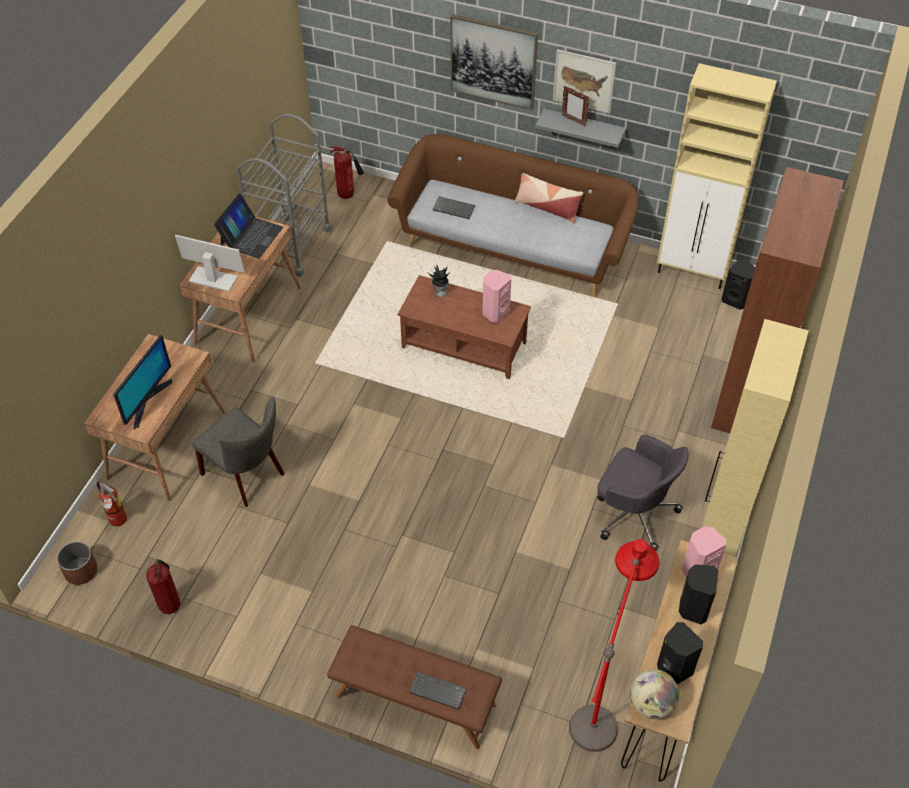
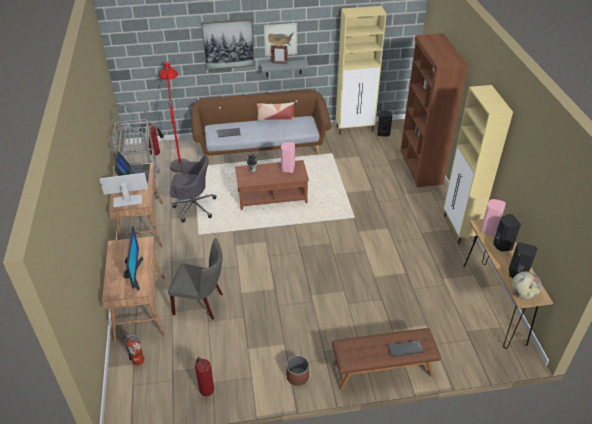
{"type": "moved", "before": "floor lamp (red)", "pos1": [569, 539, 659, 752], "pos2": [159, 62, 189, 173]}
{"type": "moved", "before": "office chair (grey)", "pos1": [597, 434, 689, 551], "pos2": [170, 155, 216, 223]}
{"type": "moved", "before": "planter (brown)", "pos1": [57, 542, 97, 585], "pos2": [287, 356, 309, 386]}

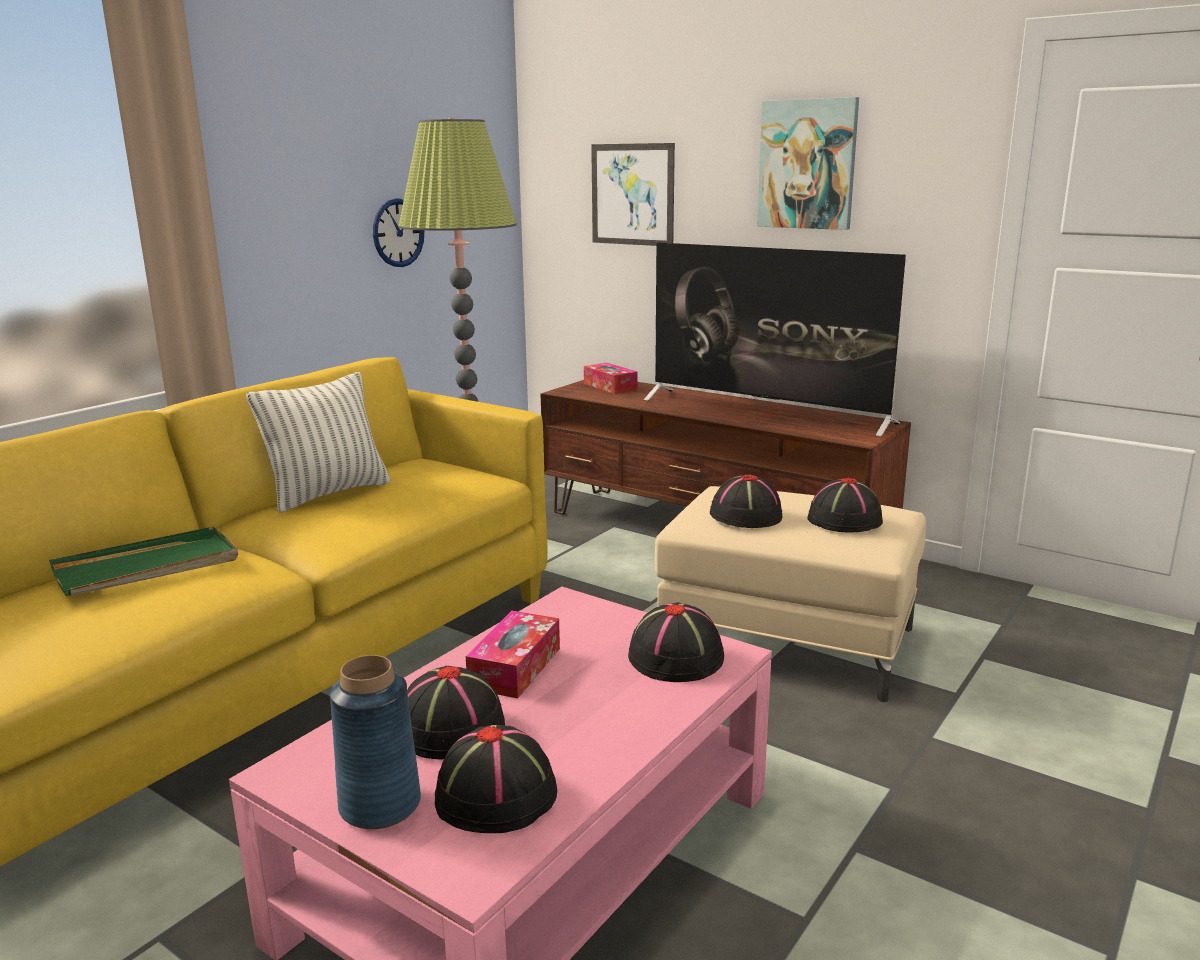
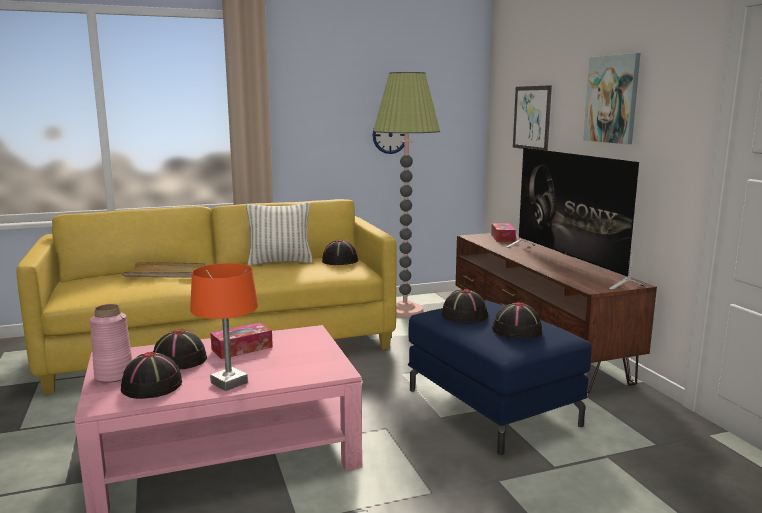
{"type": "recoloured", "before": "vase (blue)", "after": "vase (pink)", "pos1": [330, 655, 421, 829], "pos2": [90, 304, 133, 383]}
{"type": "recoloured", "before": "tray (green)", "after": "tray (beige)", "pos1": [49, 527, 238, 597], "pos2": [122, 262, 205, 278]}
{"type": "added", "after": "table lamp (orange)", "pos2": [190, 263, 258, 391]}
{"type": "moved", "before": "hat (black)", "pos1": [628, 602, 724, 682], "pos2": [322, 239, 358, 265]}
{"type": "recoloured", "before": "ottoman (beige)", "after": "ottoman (blue)", "pos1": [655, 486, 926, 702], "pos2": [408, 301, 592, 455]}

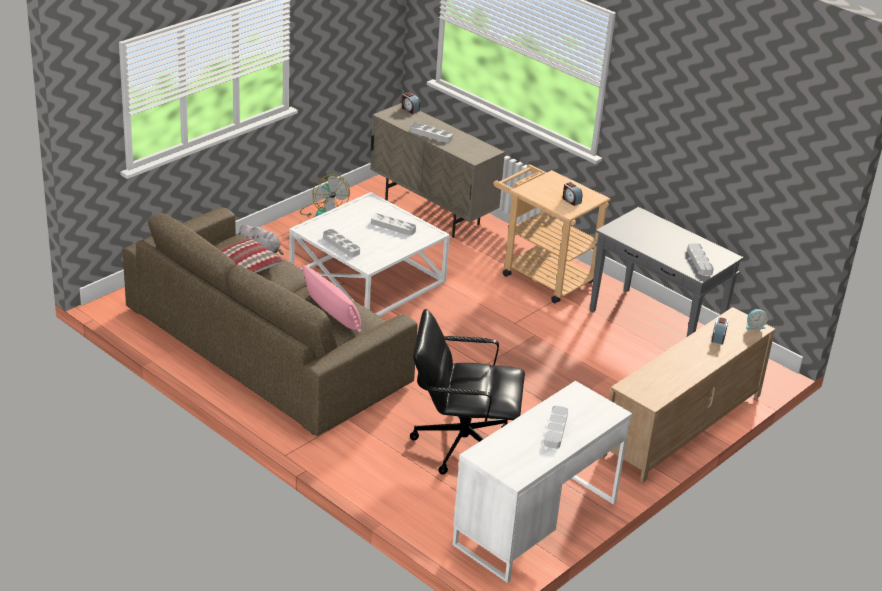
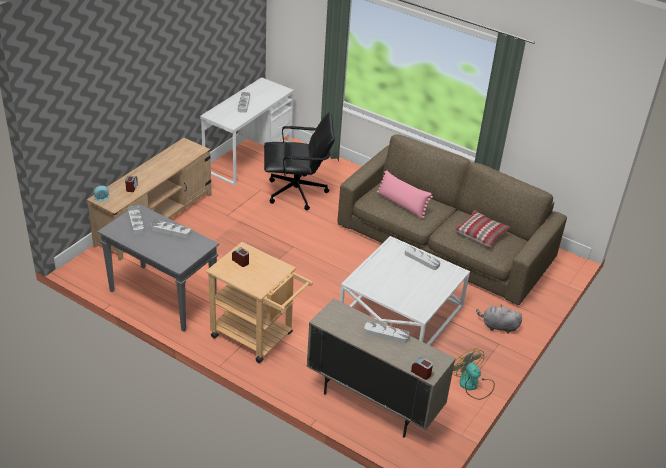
{"type": "moved", "before": "tray (grey)", "pos1": [371, 213, 416, 236], "pos2": [151, 220, 191, 238]}

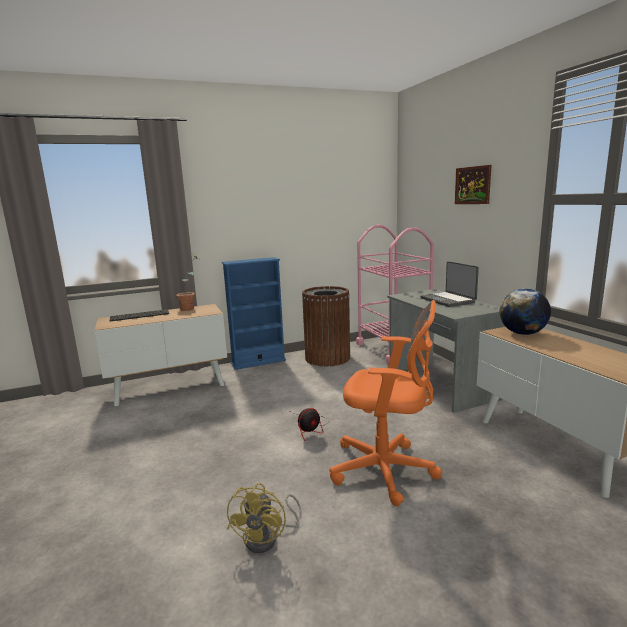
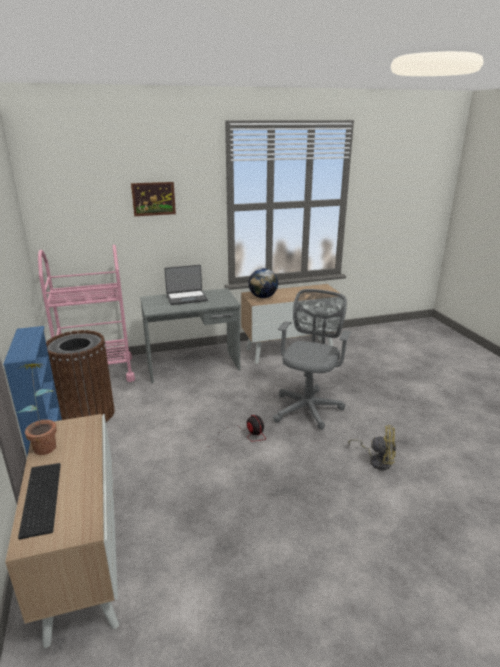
{"type": "recoloured", "before": "office chair (orange)", "after": "office chair (grey)", "pos1": [330, 300, 442, 506], "pos2": [273, 289, 351, 430]}

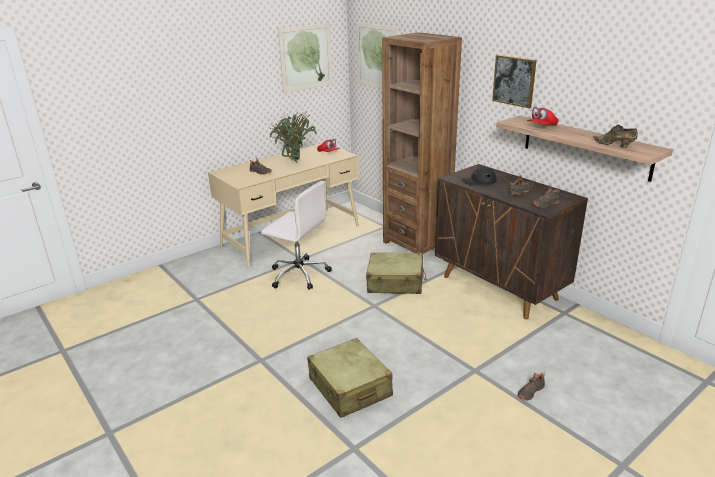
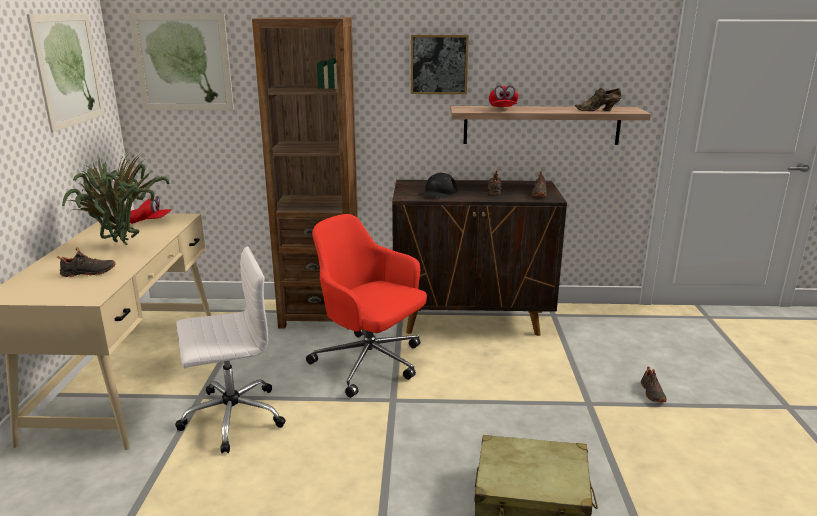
{"type": "replaced", "before": "suitcase (beige)", "after": "office chair (red)", "pos1": [366, 253, 426, 294], "pos2": [306, 214, 427, 398]}

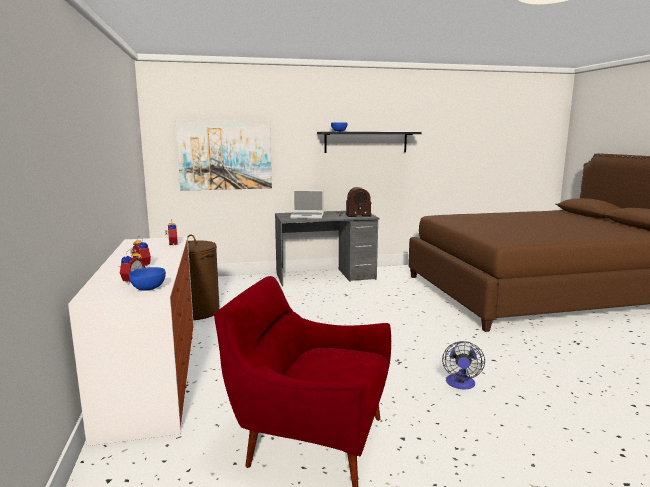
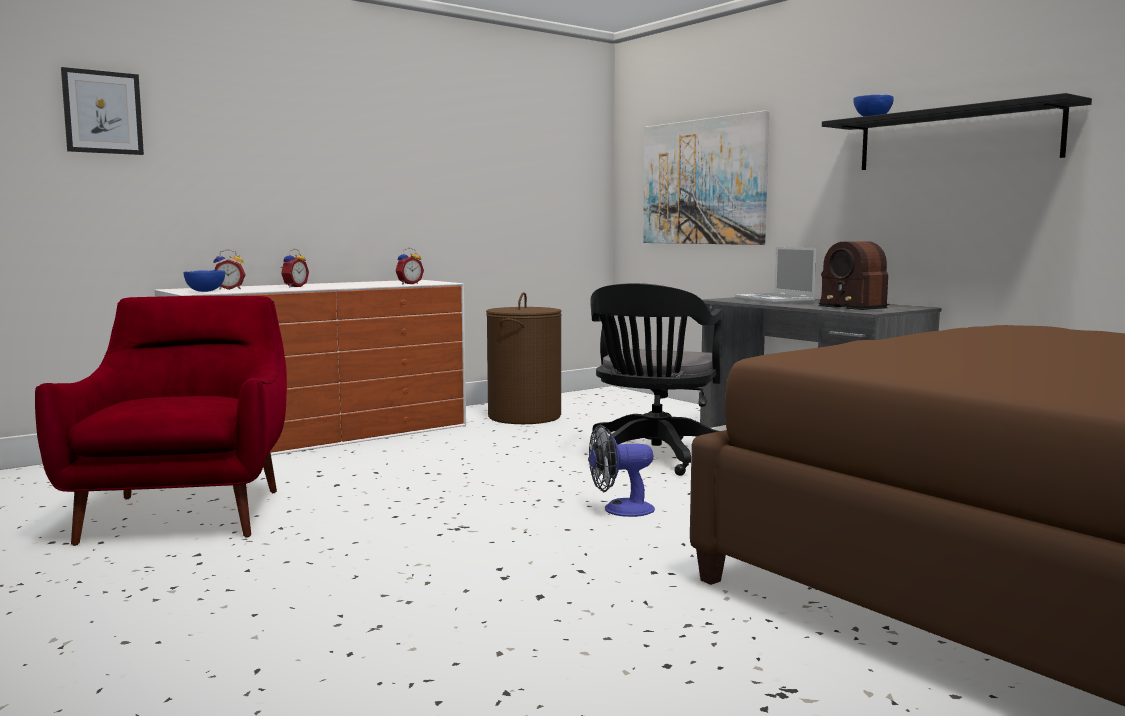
{"type": "added", "after": "picture", "pos2": [61, 67, 144, 155]}
{"type": "added", "after": "office chair (black)", "pos2": [588, 283, 723, 476]}
{"type": "moved", "before": "fan", "pos1": [442, 341, 485, 390], "pos2": [589, 425, 655, 517]}

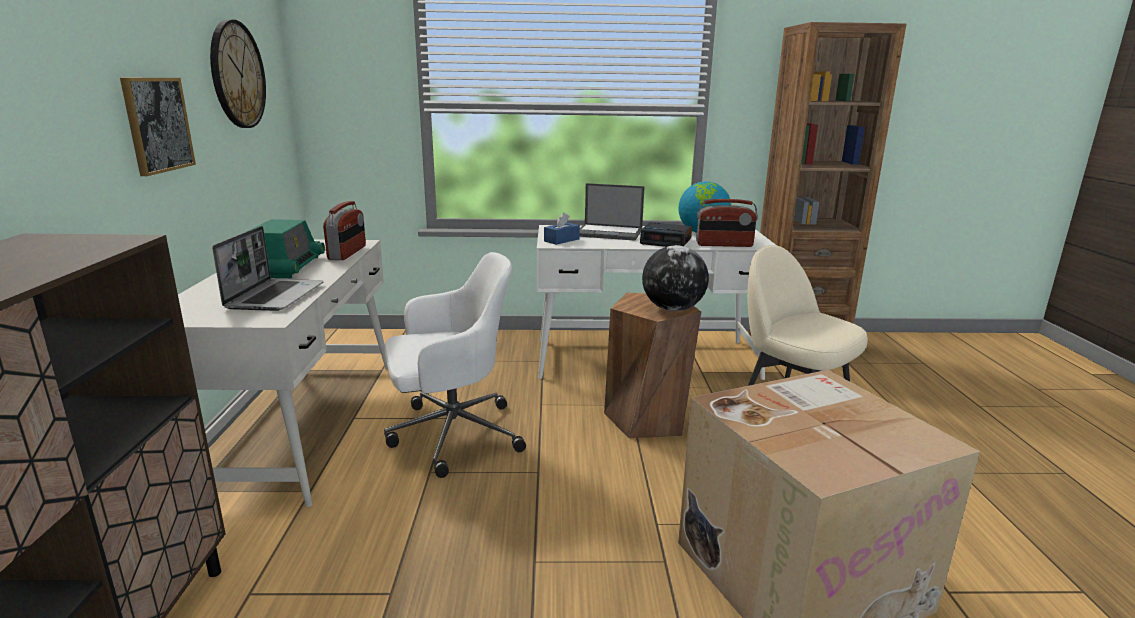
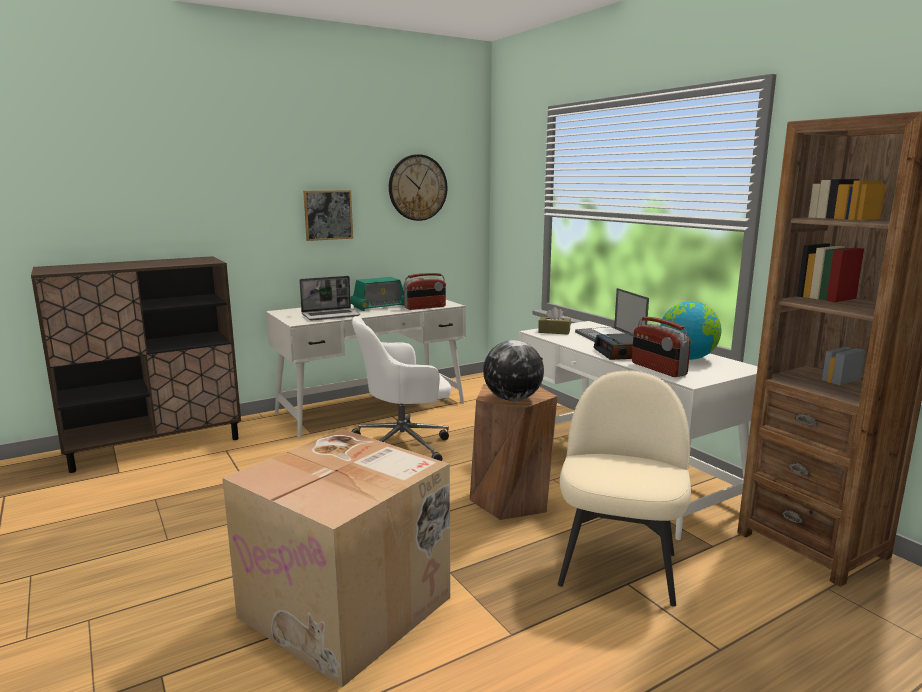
{"type": "turned", "before": "office chair (white)", "pos1": [384, 252, 526, 478], "pos2": [351, 316, 451, 461], "turn": 120}
{"type": "recoloured", "before": "tissue box (blue)", "after": "tissue box (brown)", "pos1": [544, 212, 580, 245], "pos2": [538, 307, 571, 335]}

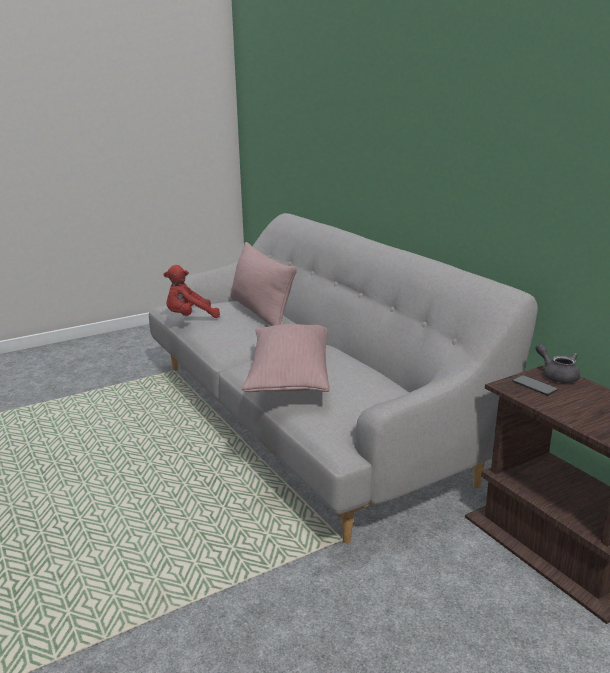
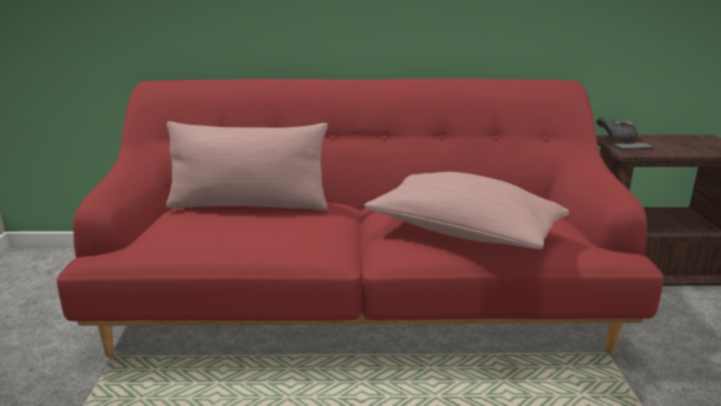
{"type": "recoloured", "before": "sofa (grey)", "after": "sofa (red)", "pos1": [149, 213, 538, 544], "pos2": [57, 78, 664, 357]}
{"type": "removed", "before": "plush toy (red)", "pos1": [164, 265, 220, 318]}

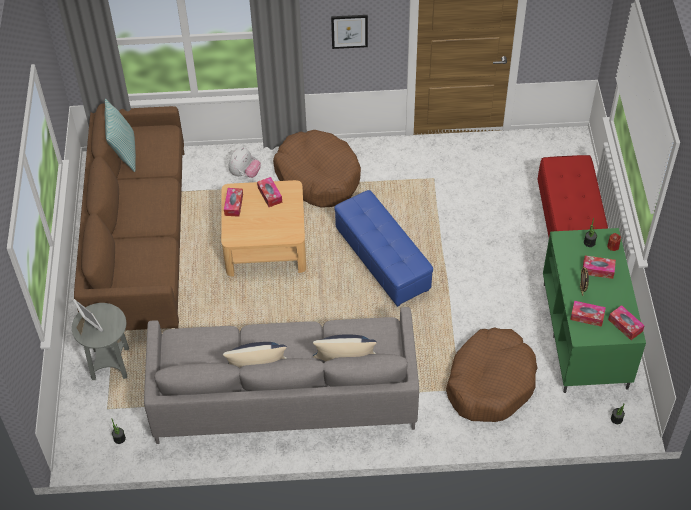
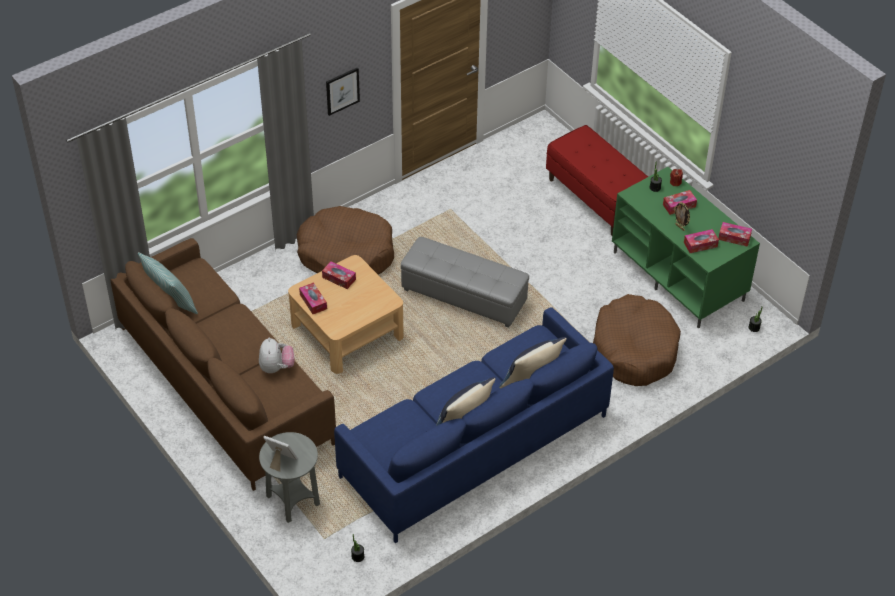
{"type": "moved", "before": "plush toy", "pos1": [228, 147, 261, 178], "pos2": [259, 338, 294, 373]}
{"type": "recoloured", "before": "sofa (grey)", "after": "sofa (blue)", "pos1": [144, 307, 419, 444], "pos2": [334, 307, 614, 543]}
{"type": "recoloured", "before": "ottoman (blue)", "after": "ottoman (grey)", "pos1": [334, 190, 433, 307], "pos2": [401, 237, 529, 328]}

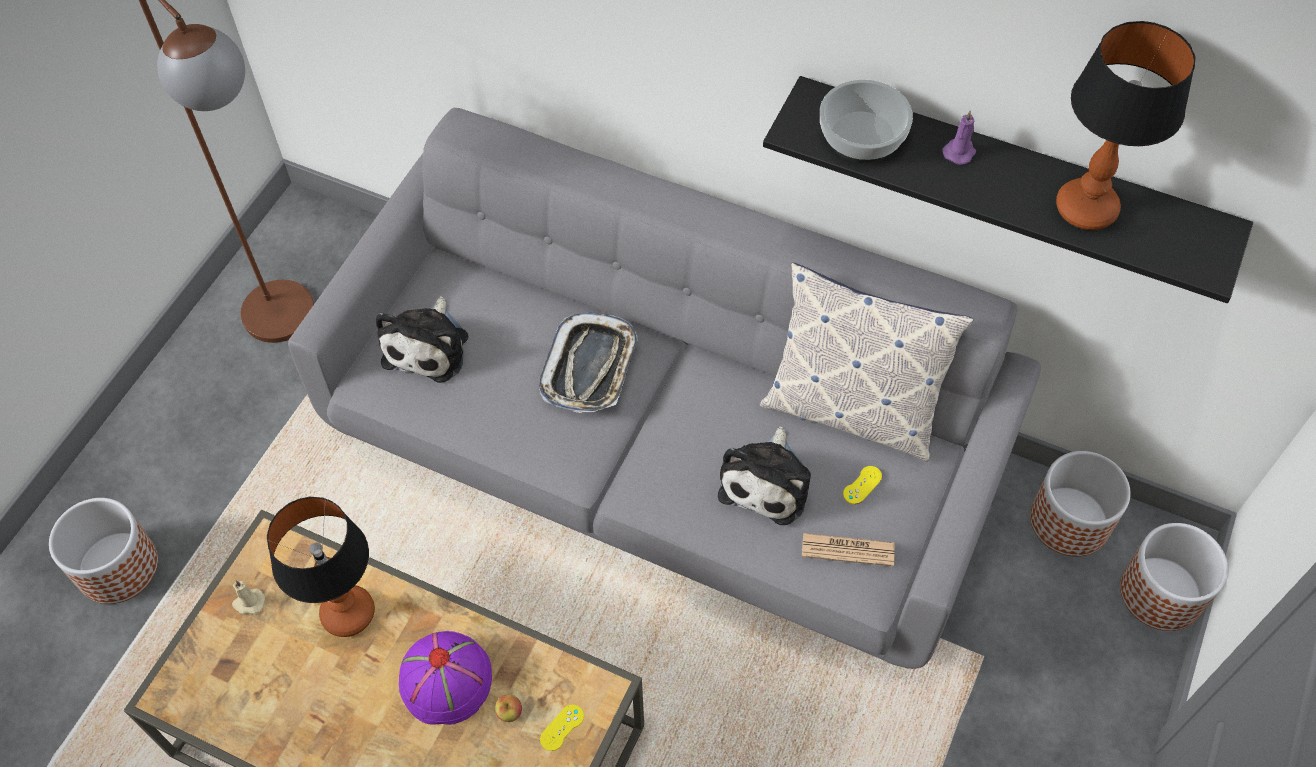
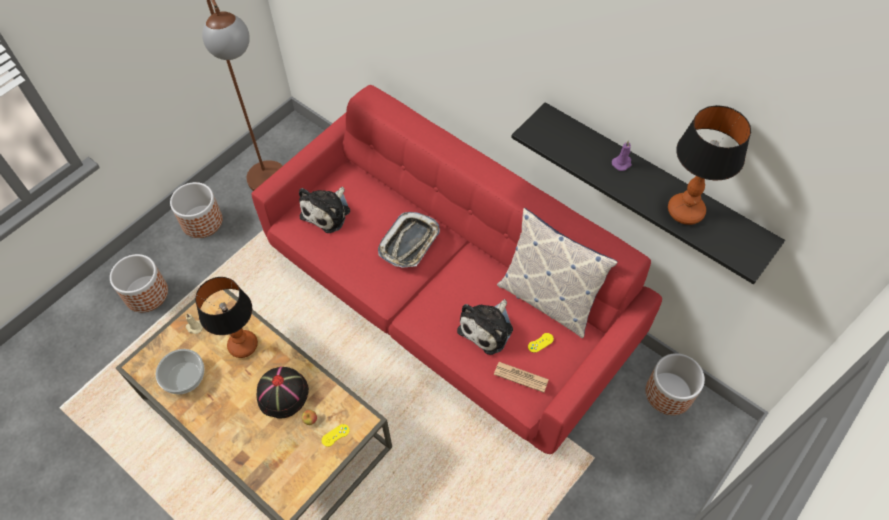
{"type": "moved", "before": "bowl", "pos1": [820, 80, 913, 163], "pos2": [156, 349, 204, 394]}
{"type": "moved", "before": "planter", "pos1": [1120, 523, 1228, 631], "pos2": [170, 182, 223, 238]}
{"type": "recoloured", "before": "sofa (grey)", "after": "sofa (red)", "pos1": [288, 108, 1041, 669], "pos2": [251, 85, 662, 454]}
{"type": "recoloured", "before": "hat (purple)", "after": "hat (black)", "pos1": [399, 631, 492, 725], "pos2": [256, 367, 309, 419]}

